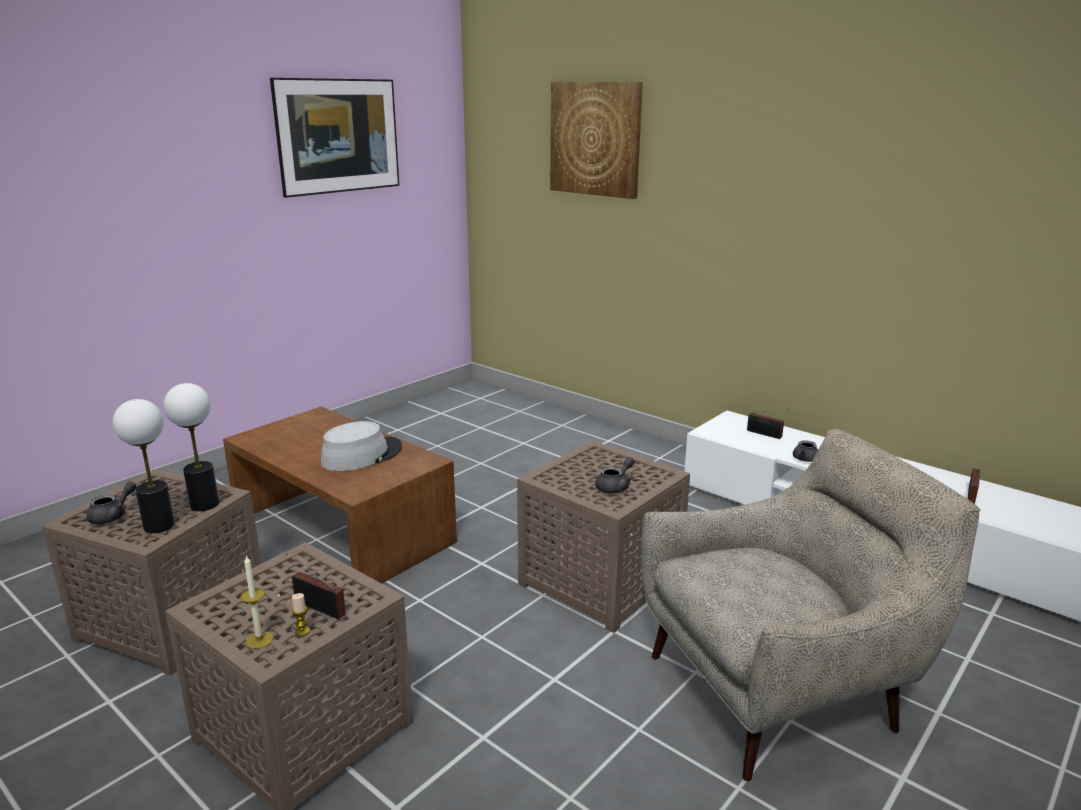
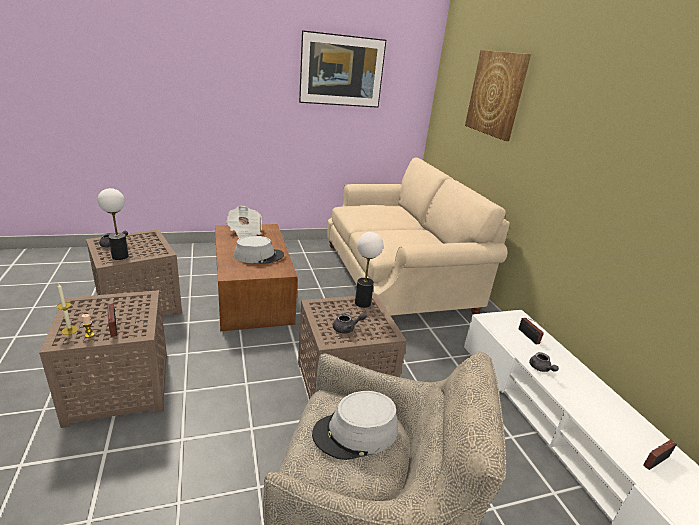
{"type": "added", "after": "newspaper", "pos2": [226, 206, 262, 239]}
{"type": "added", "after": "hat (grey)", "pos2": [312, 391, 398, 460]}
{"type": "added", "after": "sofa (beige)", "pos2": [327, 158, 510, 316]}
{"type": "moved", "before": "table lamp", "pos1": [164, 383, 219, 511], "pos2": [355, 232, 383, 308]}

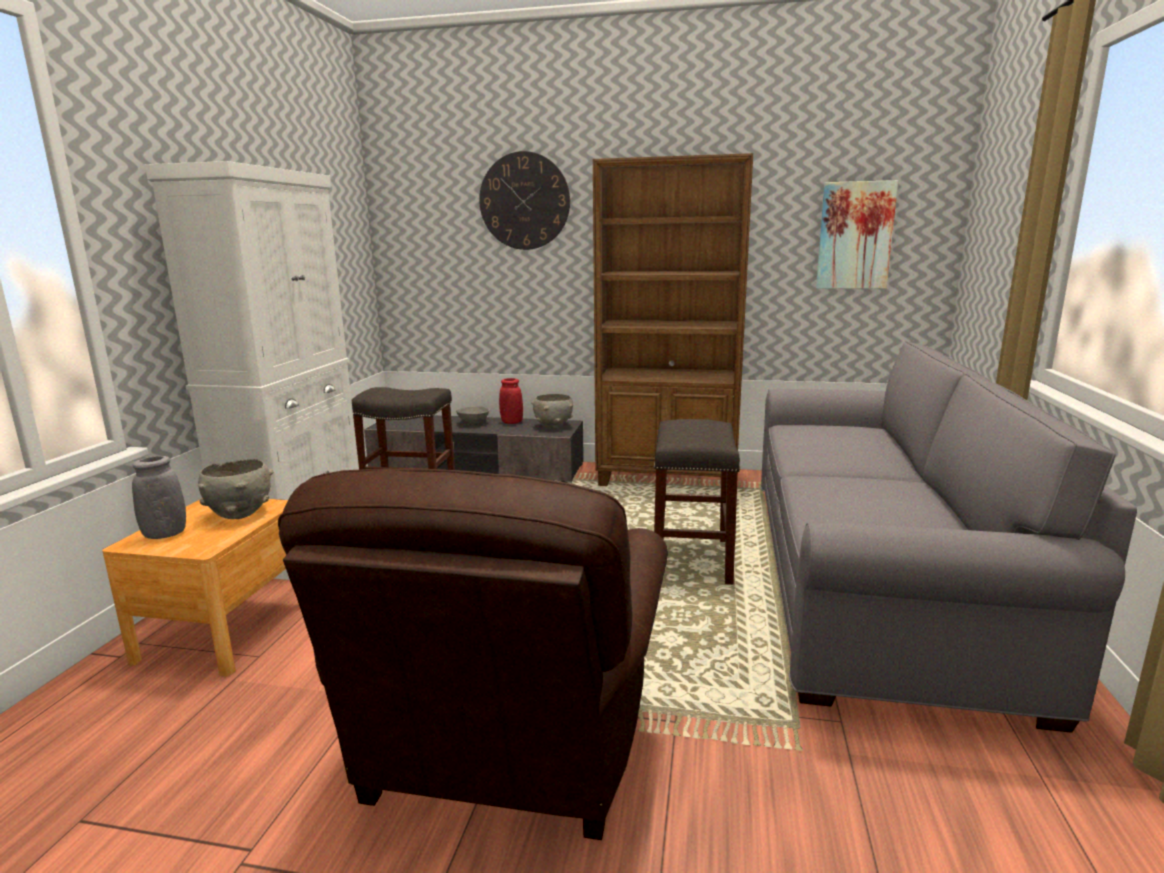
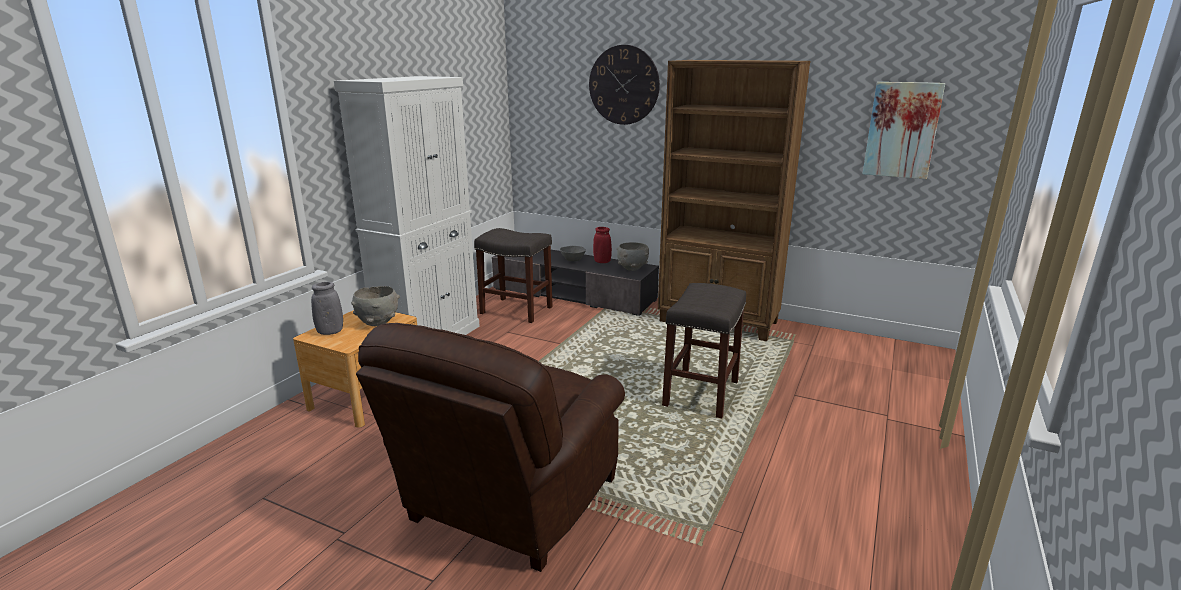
{"type": "removed", "before": "sofa (grey)", "pos1": [760, 341, 1137, 733]}

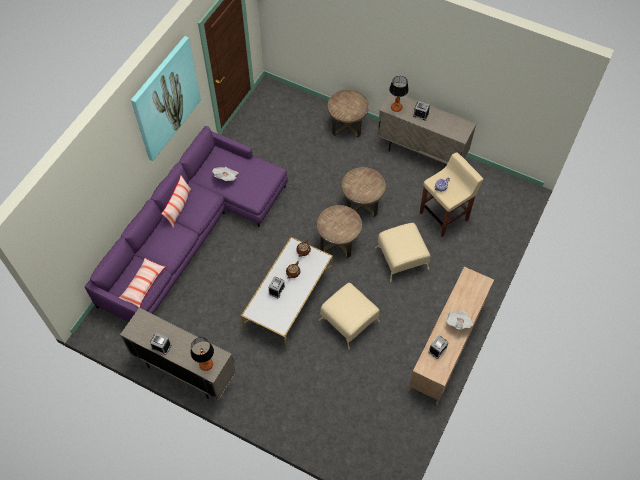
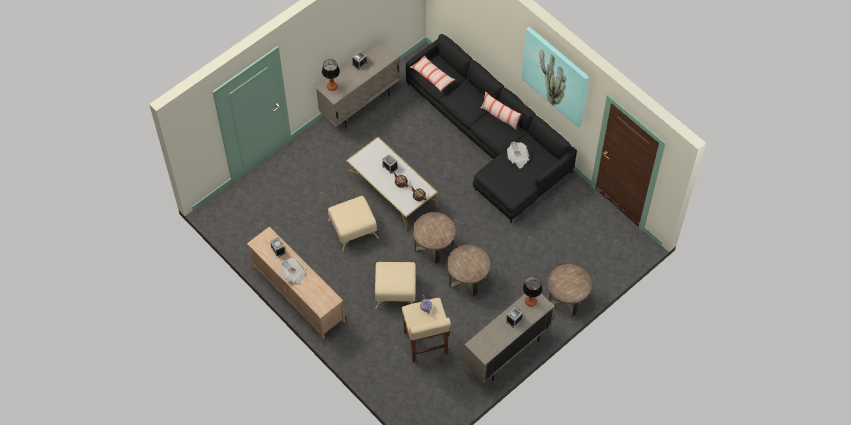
{"type": "recoloured", "before": "sofa (purple)", "after": "sofa (black)", "pos1": [85, 126, 288, 322], "pos2": [406, 34, 577, 223]}

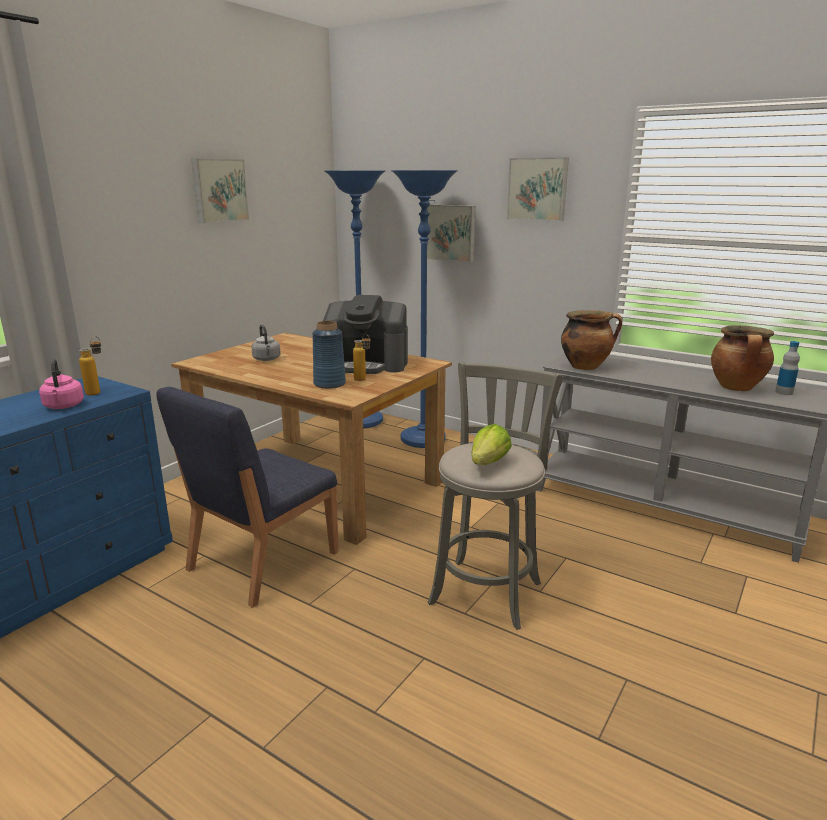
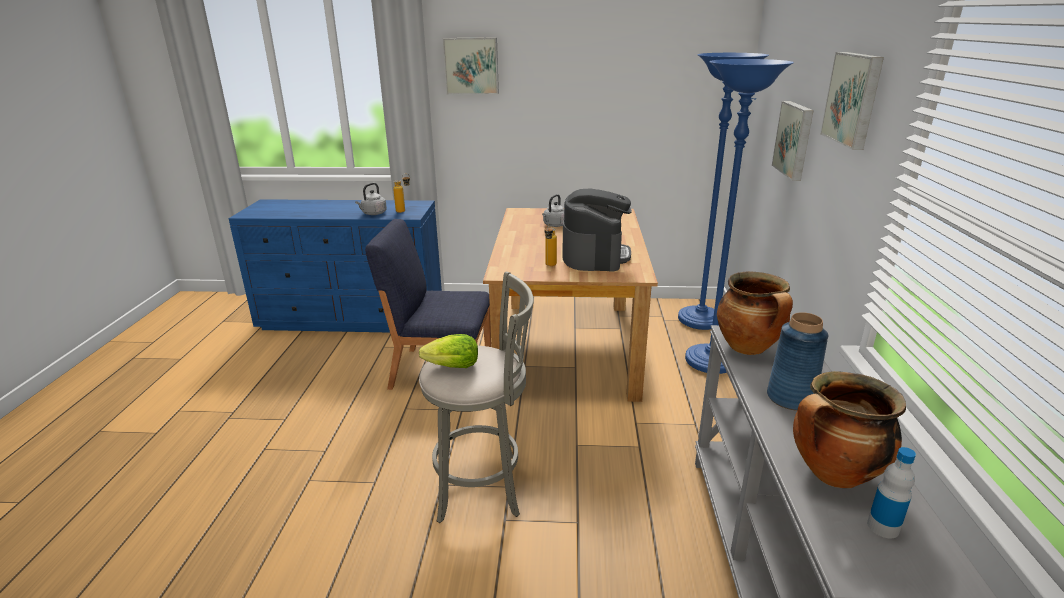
{"type": "recoloured", "before": "kettle (pink)", "after": "kettle (grey)", "pos1": [39, 359, 84, 409], "pos2": [355, 183, 387, 215]}
{"type": "moved", "before": "picture", "pos1": [191, 158, 249, 223], "pos2": [443, 38, 499, 94]}
{"type": "turned", "before": "coffee machine", "pos1": [323, 295, 408, 374], "pos2": [562, 189, 632, 272], "turn": -150}
{"type": "moved", "before": "vase (blue)", "pos1": [312, 321, 346, 389], "pos2": [767, 312, 828, 411]}

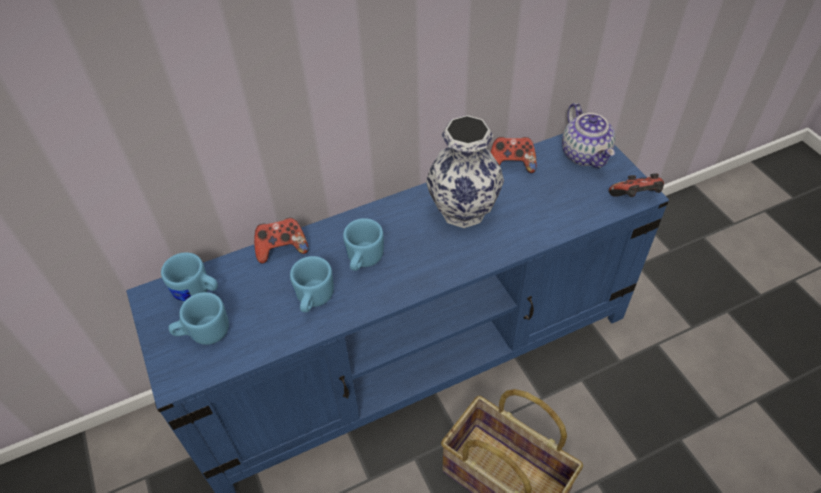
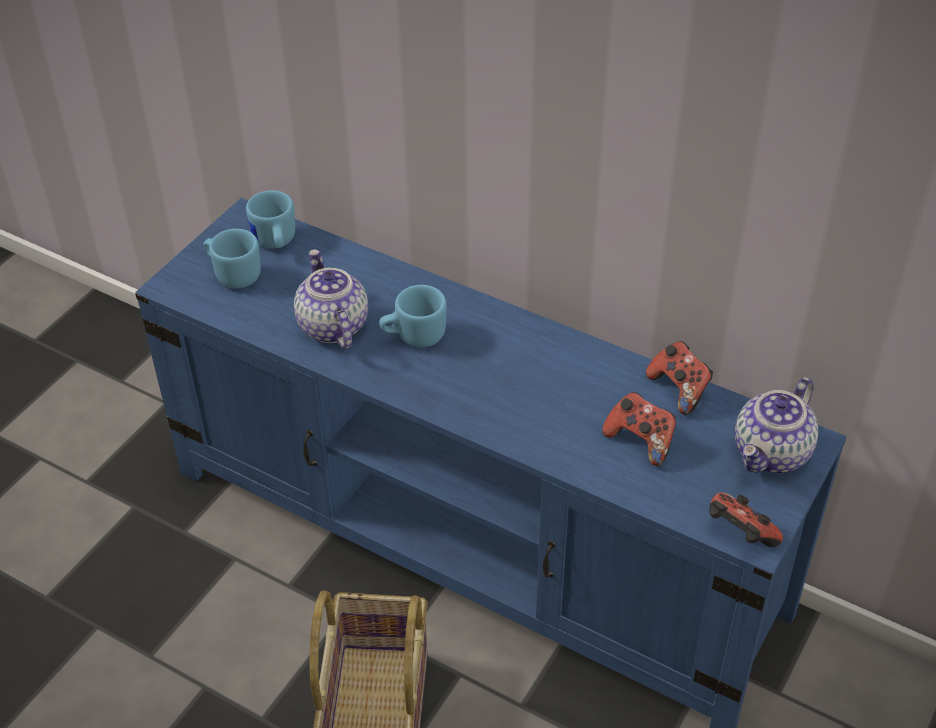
{"type": "replaced", "before": "mug (blue)", "after": "teapot", "pos1": [290, 256, 334, 312], "pos2": [294, 249, 368, 349]}
{"type": "moved", "before": "game controller", "pos1": [254, 218, 309, 263], "pos2": [603, 392, 676, 466]}
{"type": "removed", "before": "vase", "pos1": [426, 115, 504, 228]}

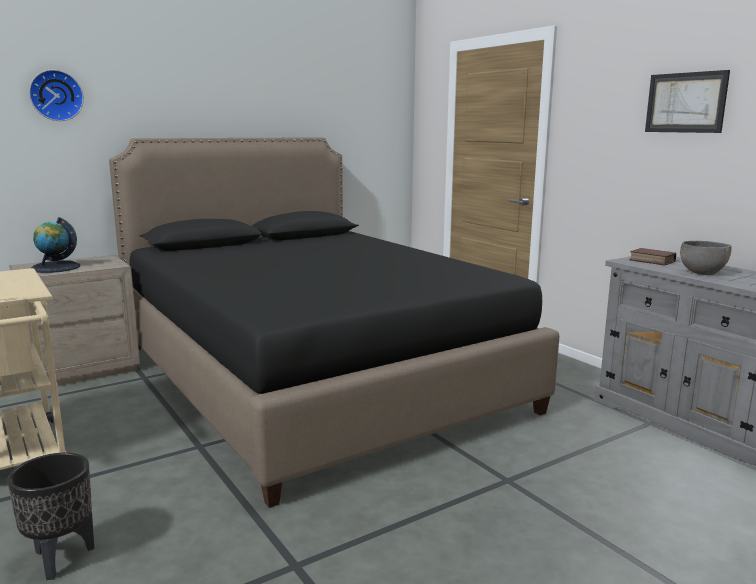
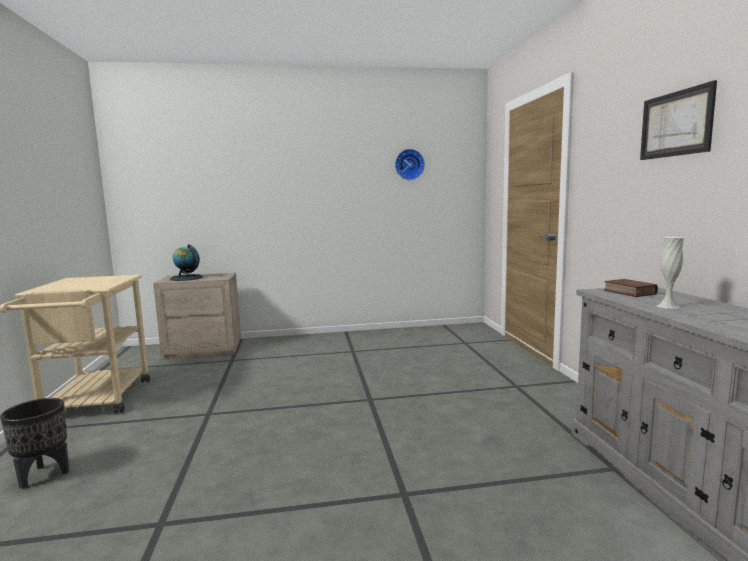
{"type": "moved", "before": "wall clock", "pos1": [29, 70, 84, 121], "pos2": [395, 149, 425, 180]}
{"type": "replaced", "before": "bowl (grey)", "after": "vase (white)", "pos1": [680, 241, 732, 275], "pos2": [657, 237, 684, 309]}
{"type": "removed", "before": "bed (black)", "pos1": [109, 137, 560, 508]}

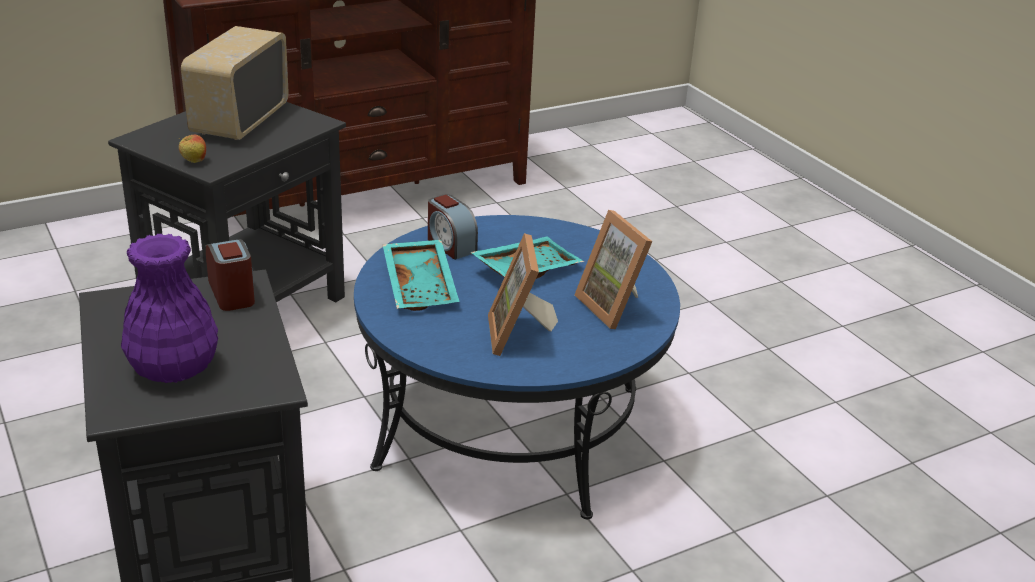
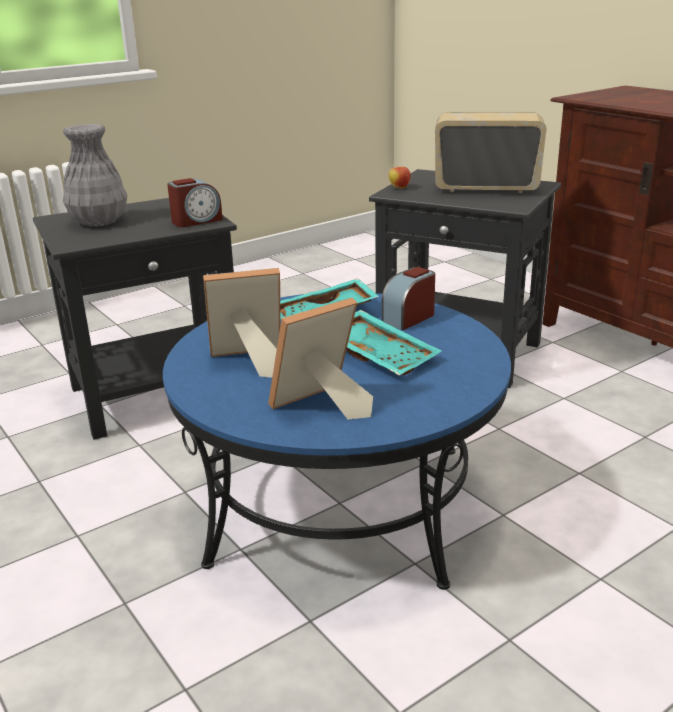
{"type": "recoloured", "before": "vase (purple)", "after": "vase (grey)", "pos1": [121, 234, 218, 383], "pos2": [63, 124, 127, 227]}

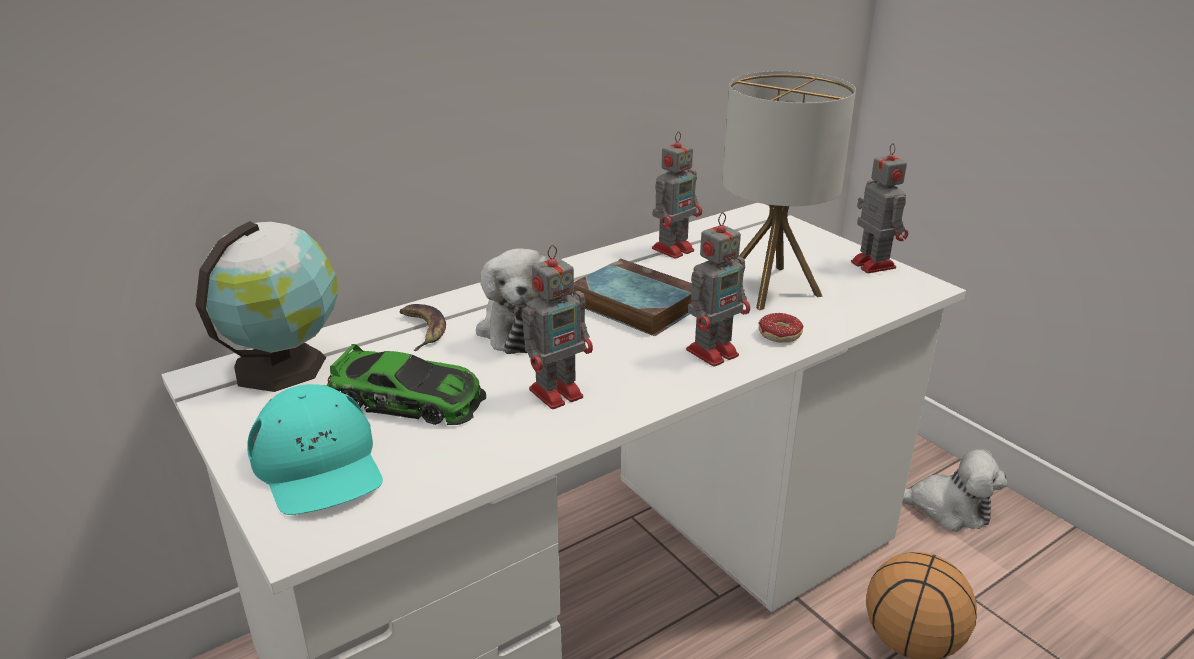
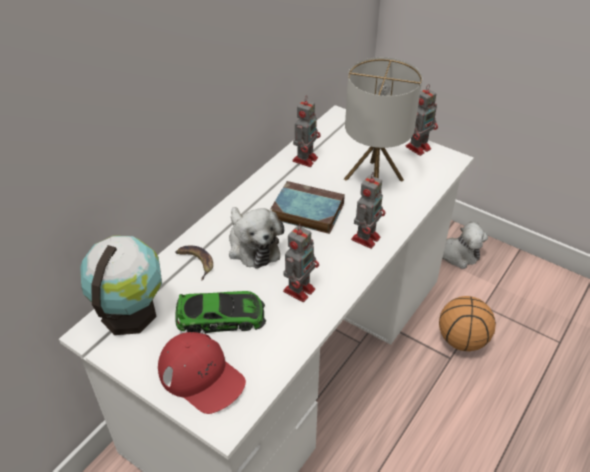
{"type": "recoloured", "before": "cap (turquoise)", "after": "cap (red)", "pos1": [247, 384, 383, 515], "pos2": [158, 332, 246, 414]}
{"type": "turned", "before": "toy robot", "pos1": [851, 143, 908, 273], "pos2": [405, 84, 438, 156], "turn": 90}
{"type": "removed", "before": "donut", "pos1": [759, 313, 803, 342]}

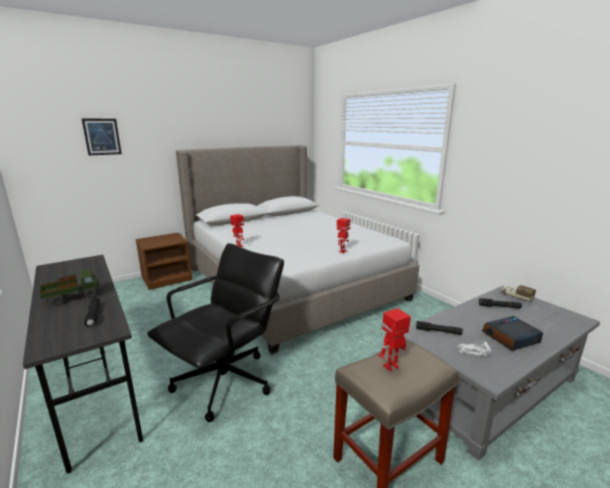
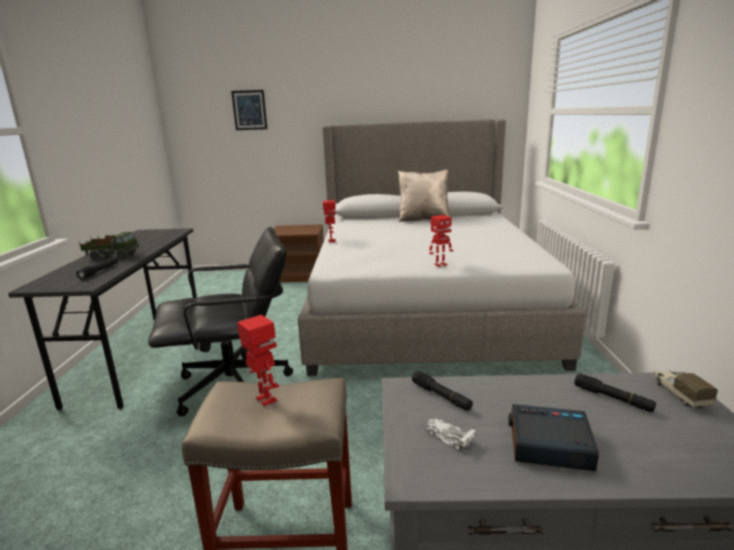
{"type": "turned", "before": "toy robot", "pos1": [378, 308, 411, 371], "pos2": [237, 315, 279, 406], "turn": 45}
{"type": "added", "after": "pillow (beige)", "pos2": [398, 170, 450, 222]}

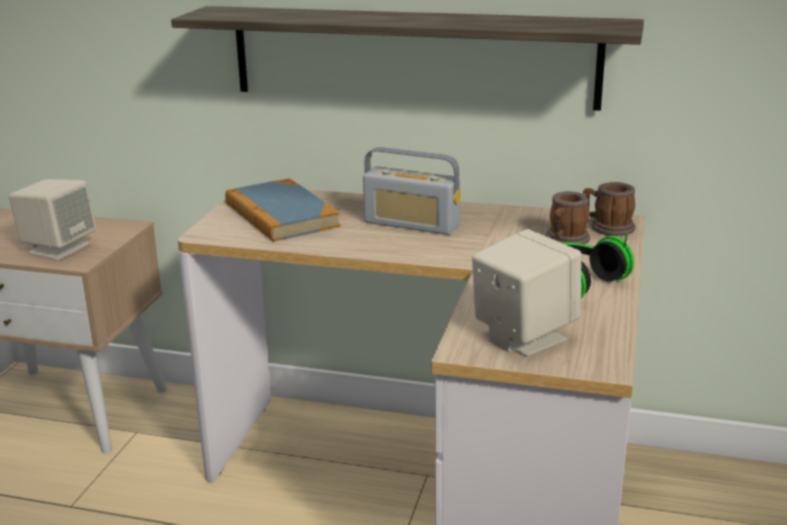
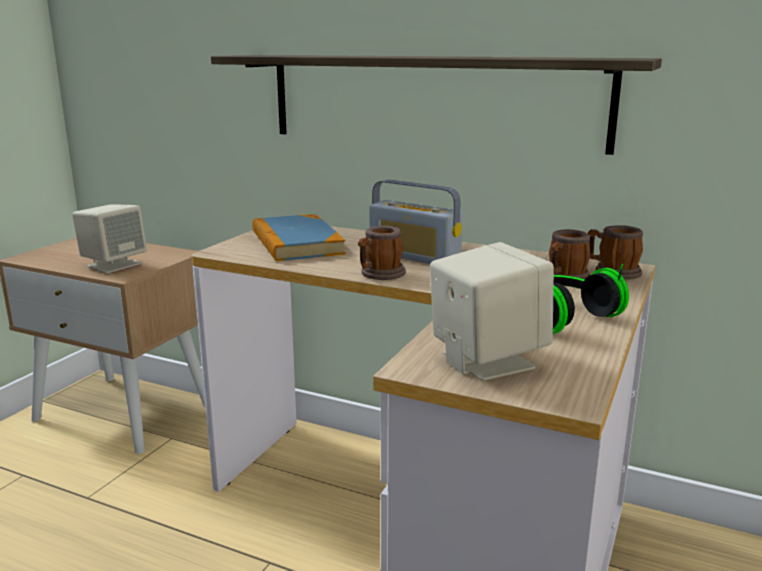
{"type": "added", "after": "mug", "pos2": [358, 225, 406, 280]}

